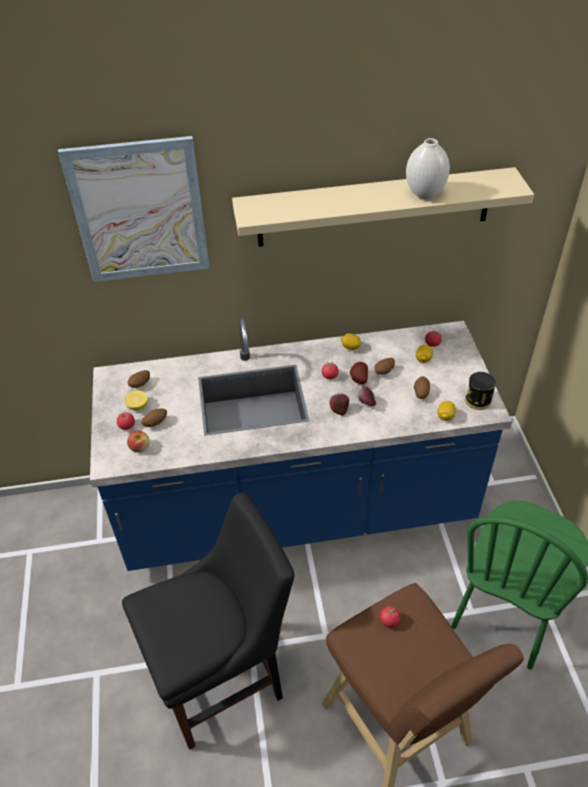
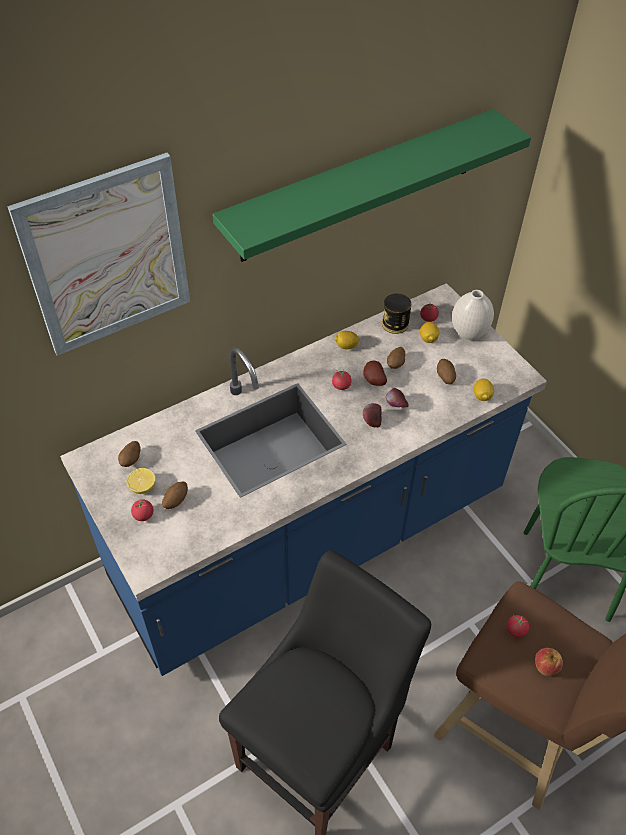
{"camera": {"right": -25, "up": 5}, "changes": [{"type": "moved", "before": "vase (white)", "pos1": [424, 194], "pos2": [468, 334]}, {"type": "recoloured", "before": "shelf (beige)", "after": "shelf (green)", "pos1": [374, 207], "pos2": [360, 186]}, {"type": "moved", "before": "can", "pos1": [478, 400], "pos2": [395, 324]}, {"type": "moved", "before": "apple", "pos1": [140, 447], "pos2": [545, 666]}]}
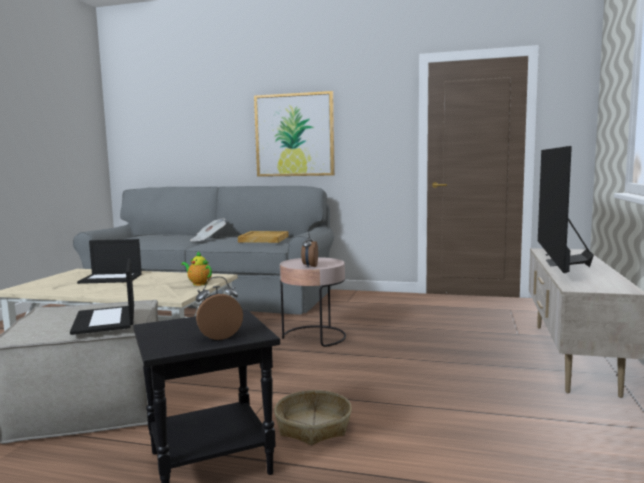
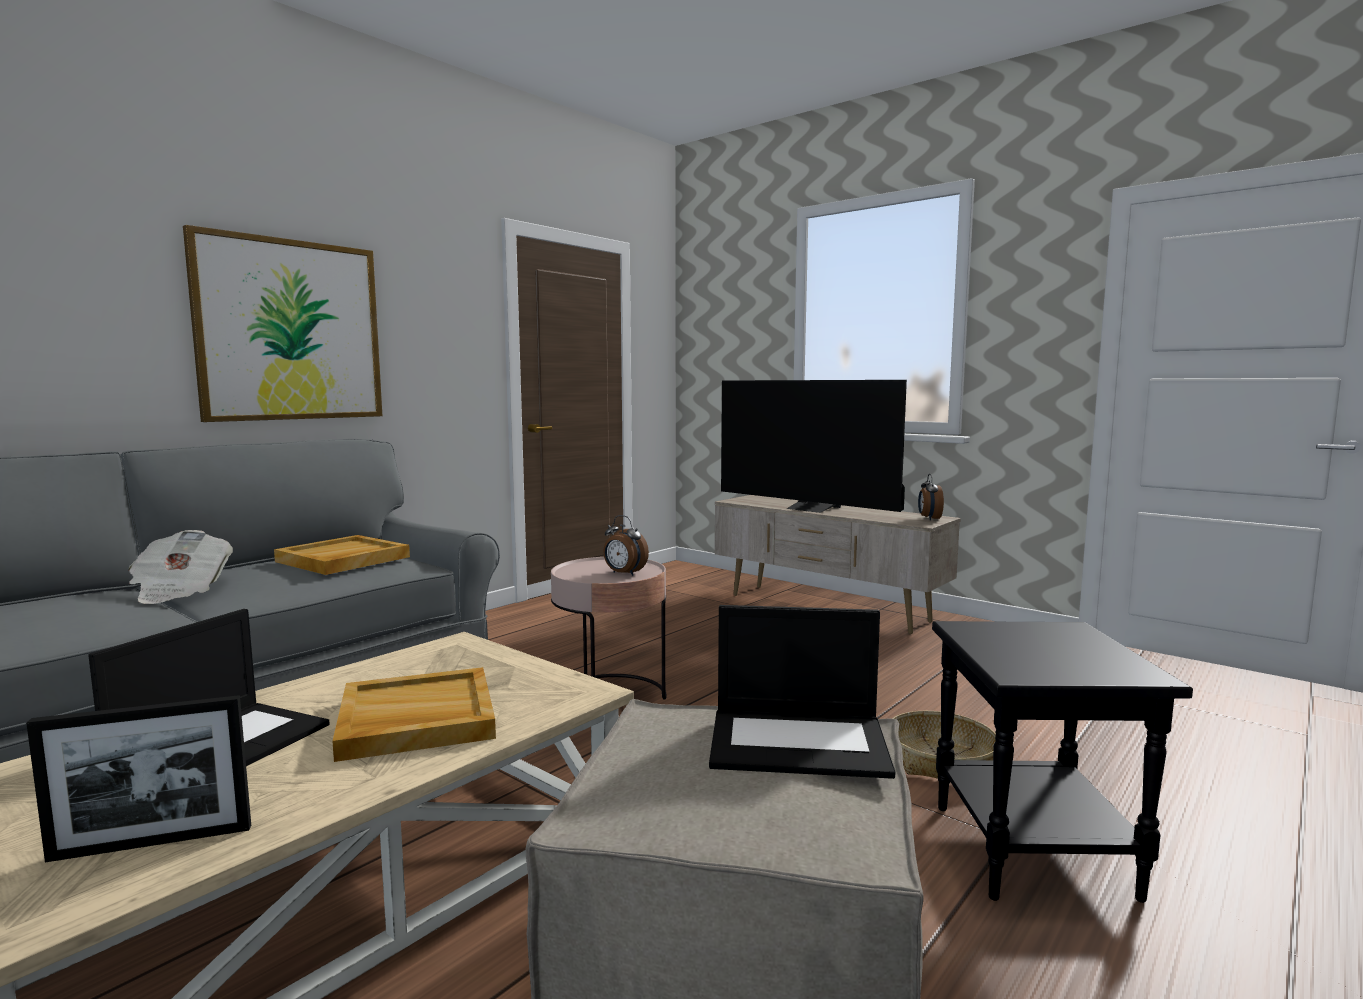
{"camera": {"right": -65, "up": 0}, "changes": [{"type": "removed", "before": "teapot", "pos1": [198, 283]}, {"type": "moved", "before": "alarm clock", "pos1": [219, 336], "pos2": [929, 518]}, {"type": "added", "after": "tray (beige)", "pos2": [415, 719]}, {"type": "added", "after": "picture frame", "pos2": [152, 843]}]}
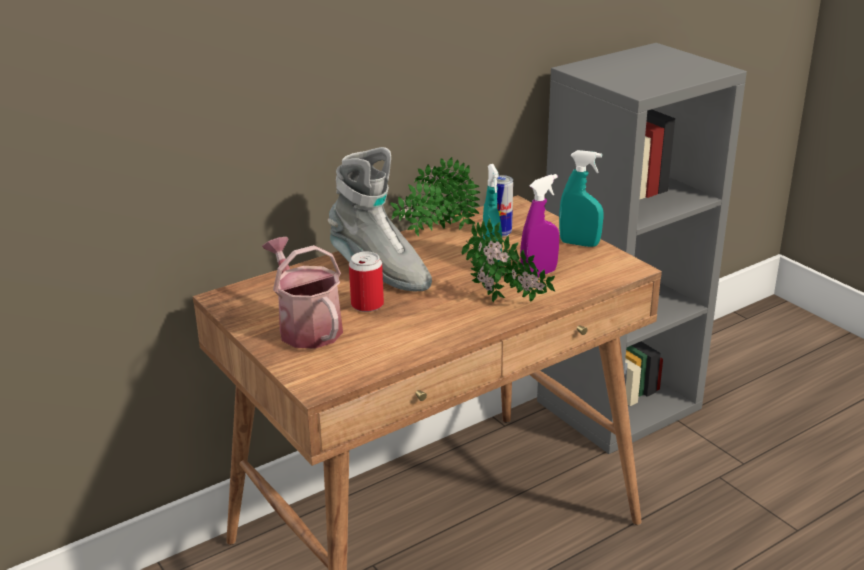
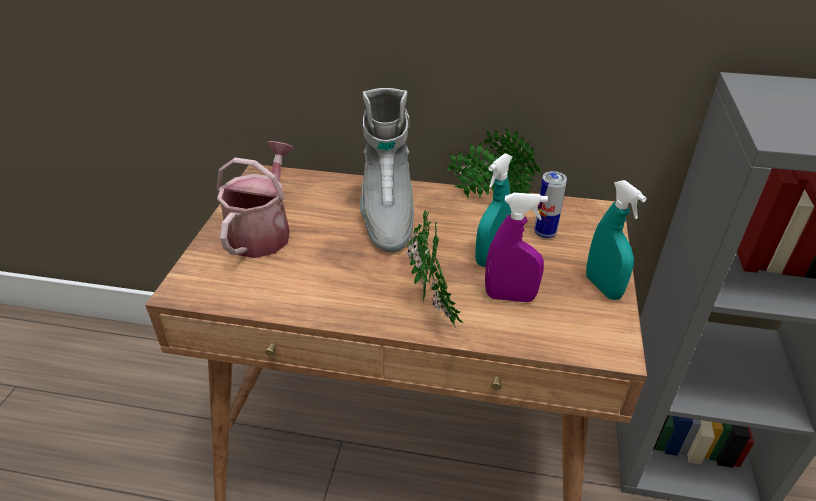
{"camera": {"right": 45, "up": 10}, "changes": [{"type": "removed", "before": "can", "pos1": [367, 305]}]}
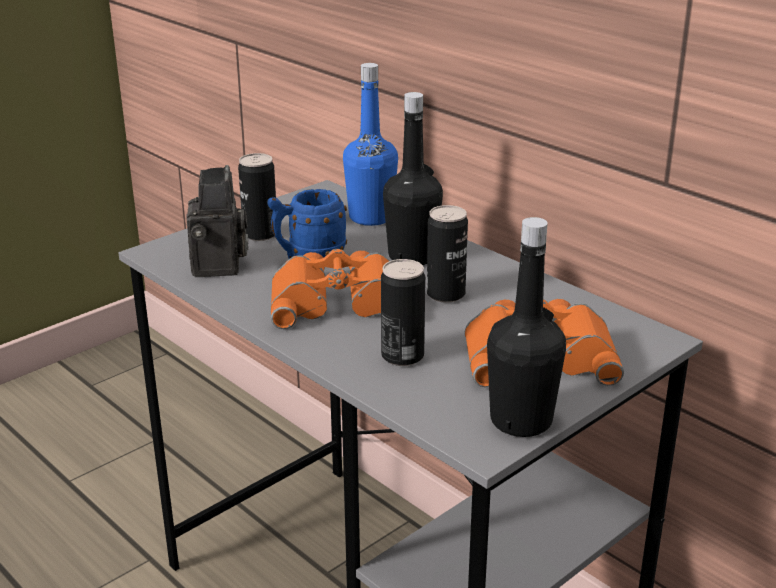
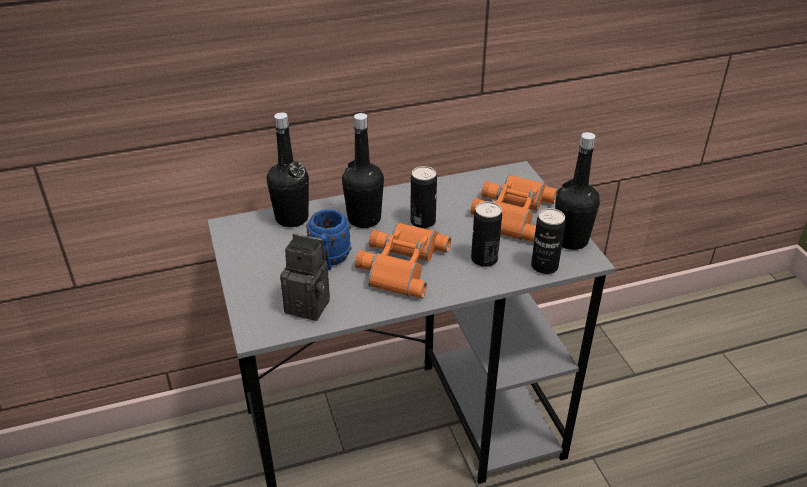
{"camera": {"right": -65, "up": 10}, "changes": [{"type": "recoloured", "before": "bottle (blue)", "after": "bottle (black)", "pos1": [371, 217], "pos2": [292, 218]}, {"type": "moved", "before": "can", "pos1": [260, 234], "pos2": [544, 266]}]}
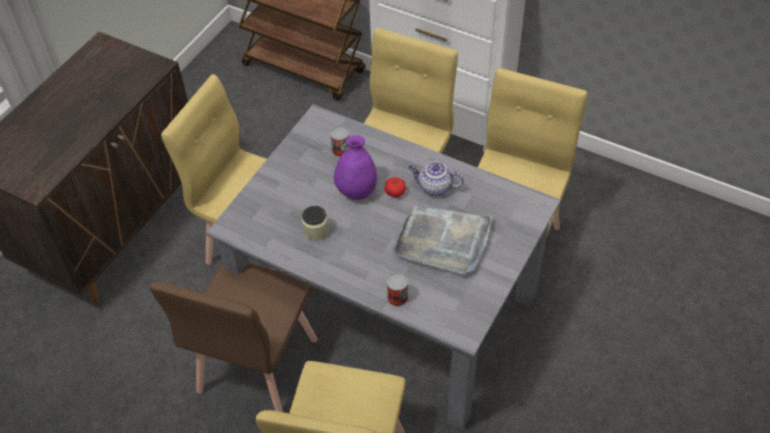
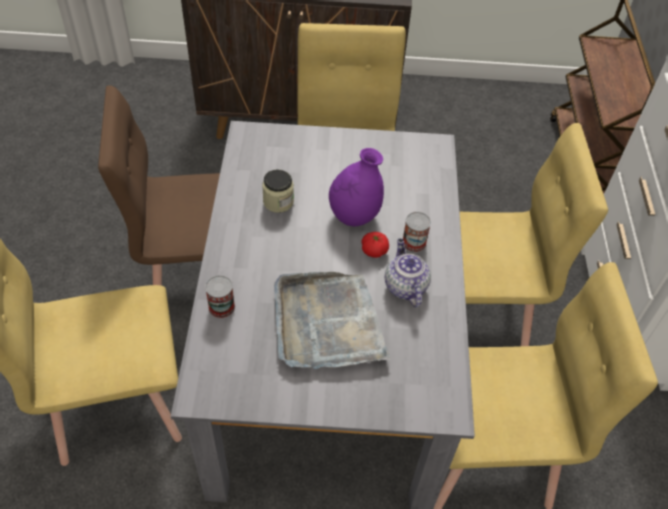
{"camera": {"right": 60, "up": 0}, "changes": [{"type": "moved", "before": "can", "pos1": [341, 150], "pos2": [414, 243]}]}
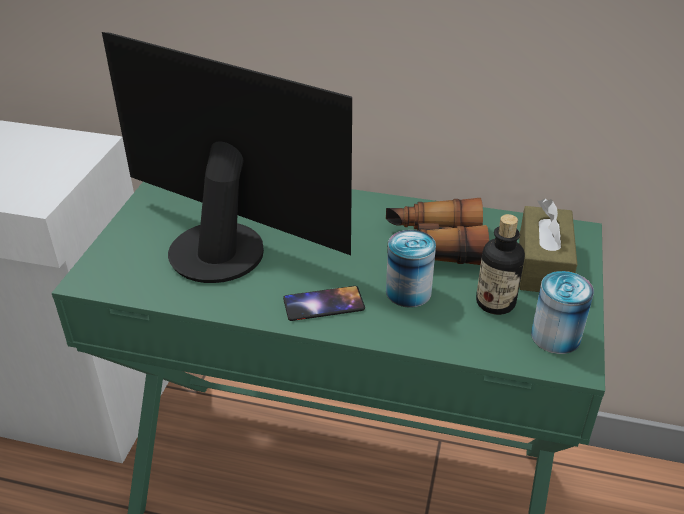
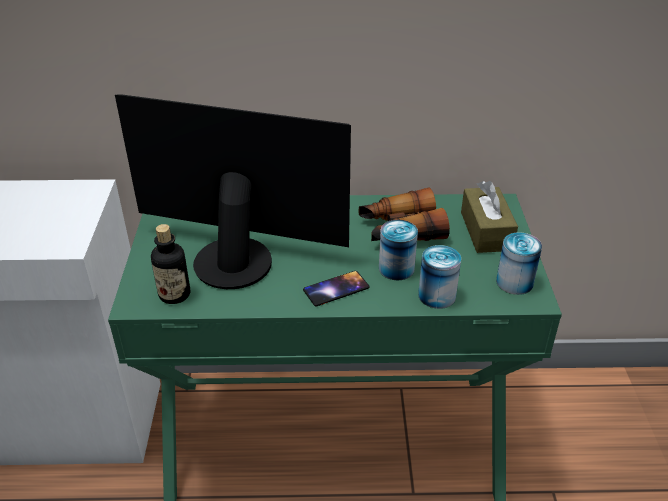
{"camera": {"right": -15, "up": 0}, "changes": [{"type": "moved", "before": "bottle", "pos1": [495, 303], "pos2": [174, 294]}, {"type": "added", "after": "can", "pos2": [437, 295]}]}
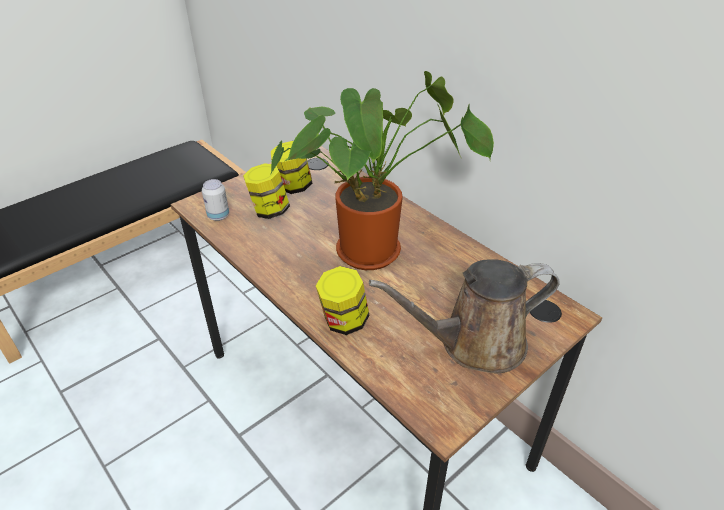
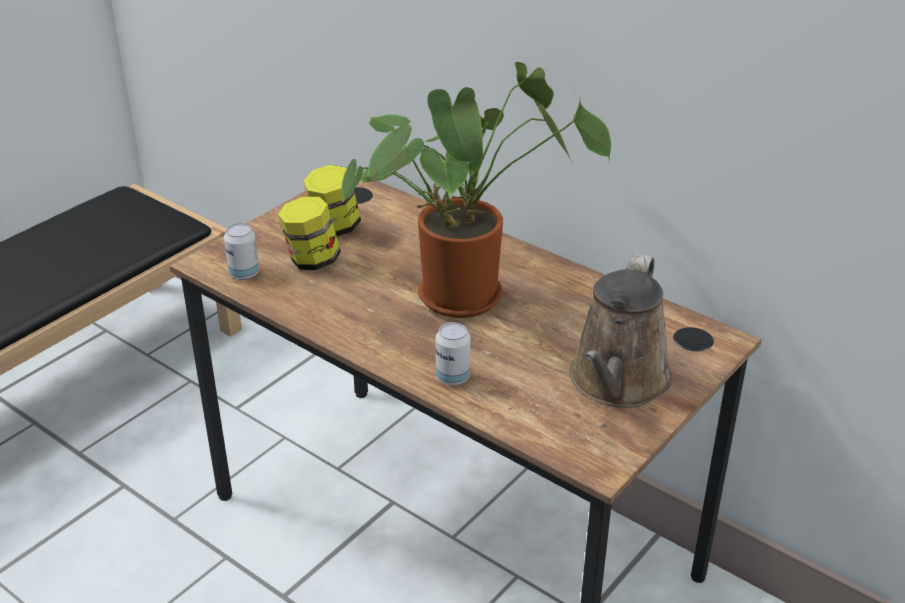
{"camera": {"right": -10, "up": -5}, "changes": [{"type": "turned", "before": "watering can (brown)", "pos1": [474, 343], "pos2": [617, 382], "turn": -45}, {"type": "replaced", "before": "jar", "after": "can", "pos1": [343, 321], "pos2": [453, 378]}]}
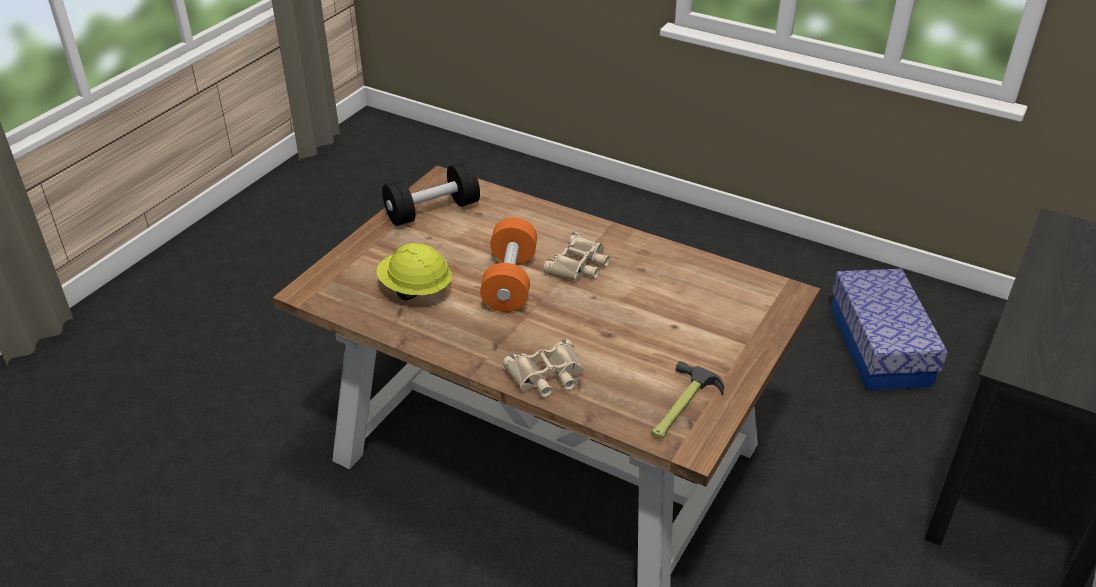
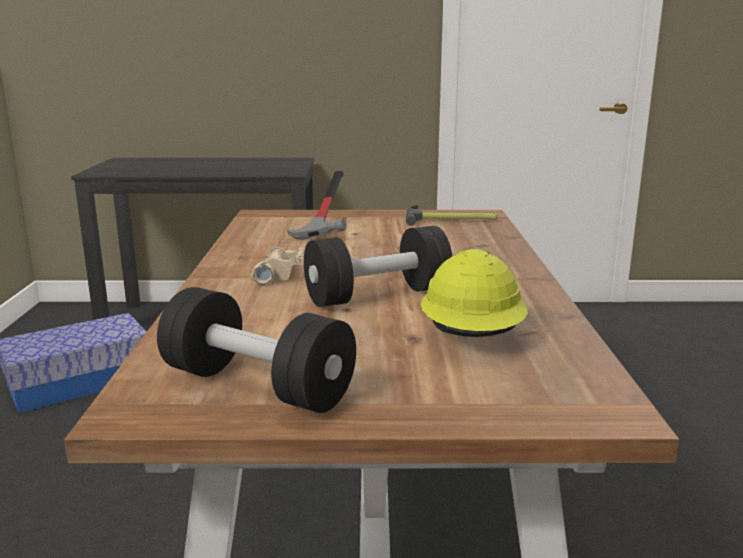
{"camera": {"right": -120, "up": -20}, "changes": [{"type": "recoloured", "before": "dumbbell (orange)", "after": "dumbbell (black)", "pos1": [510, 282], "pos2": [378, 295]}, {"type": "removed", "before": "binoculars (beige)", "pos1": [547, 375]}, {"type": "added", "after": "hammer", "pos2": [329, 229]}]}
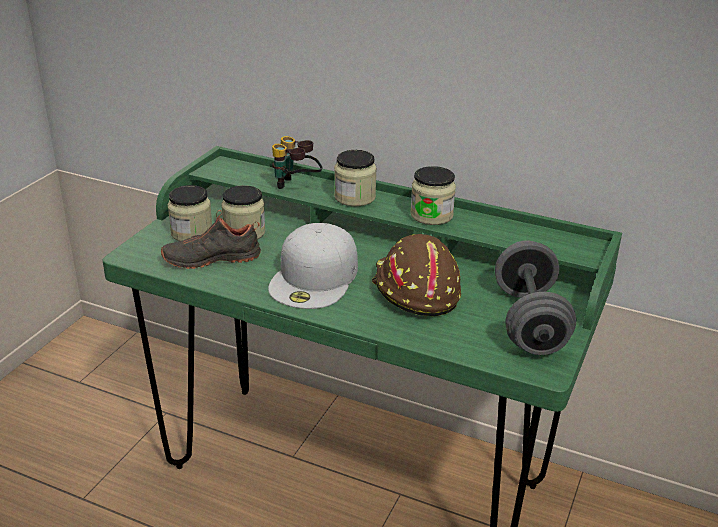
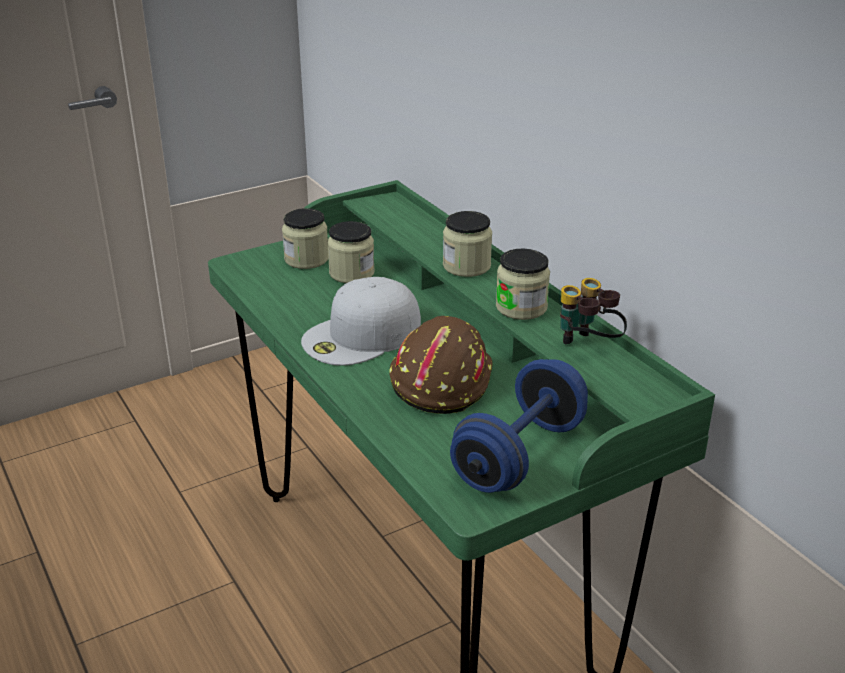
{"camera": {"right": 35, "up": 0}, "changes": [{"type": "moved", "before": "binoculars", "pos1": [296, 186], "pos2": [587, 347]}, {"type": "removed", "before": "shoe (black)", "pos1": [211, 258]}, {"type": "recoloured", "before": "dumbbell (grey)", "after": "dumbbell (blue)", "pos1": [529, 322], "pos2": [519, 455]}]}
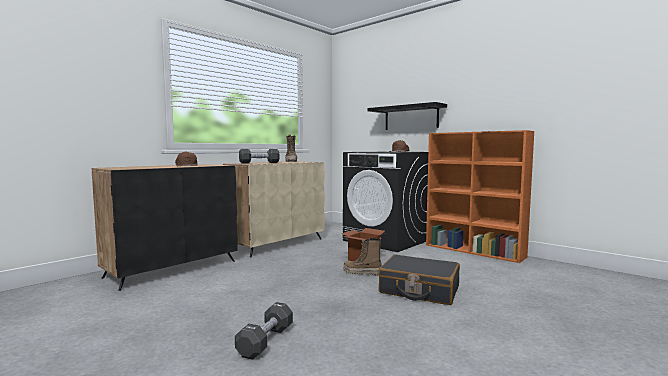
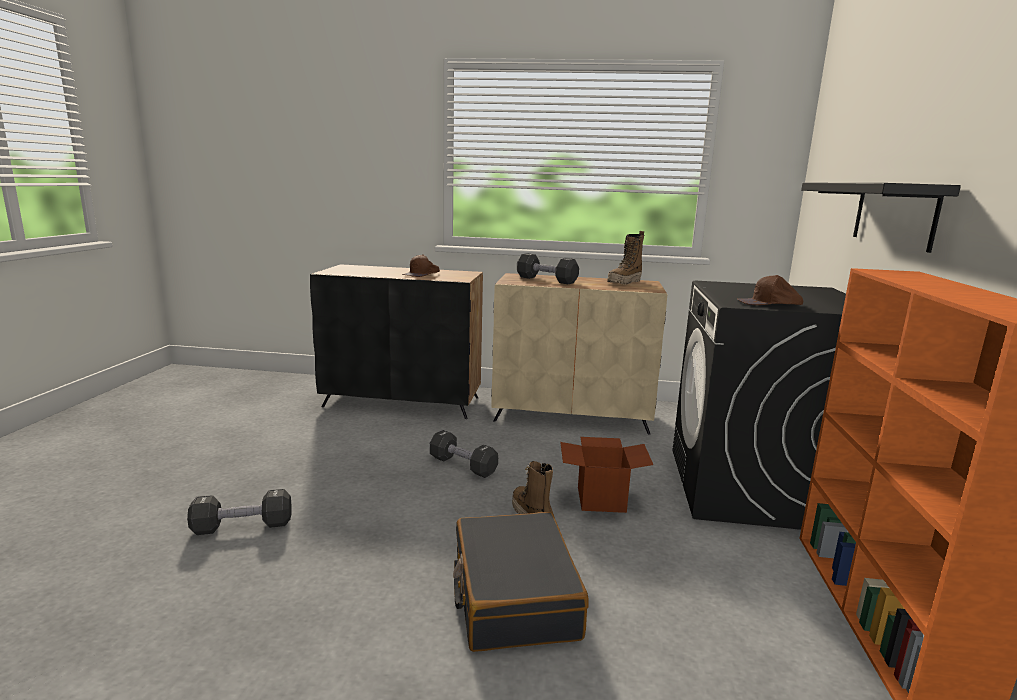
{"camera": {"right": 55, "up": 10}, "changes": [{"type": "added", "after": "dumbbell (black)", "pos2": [463, 465]}]}
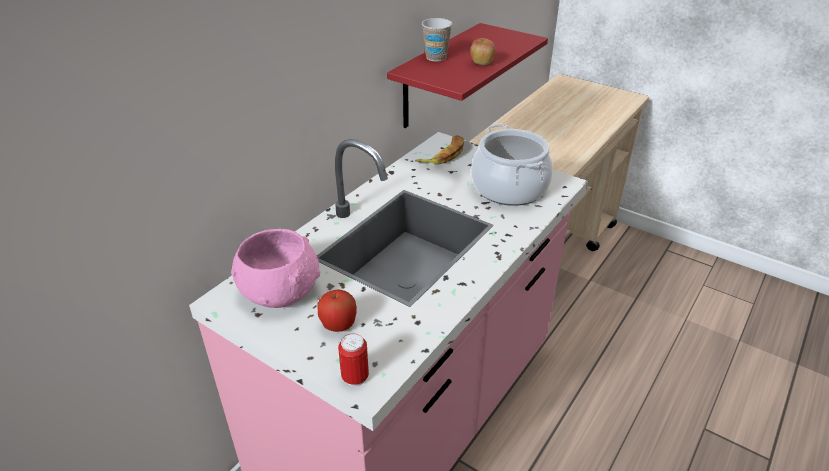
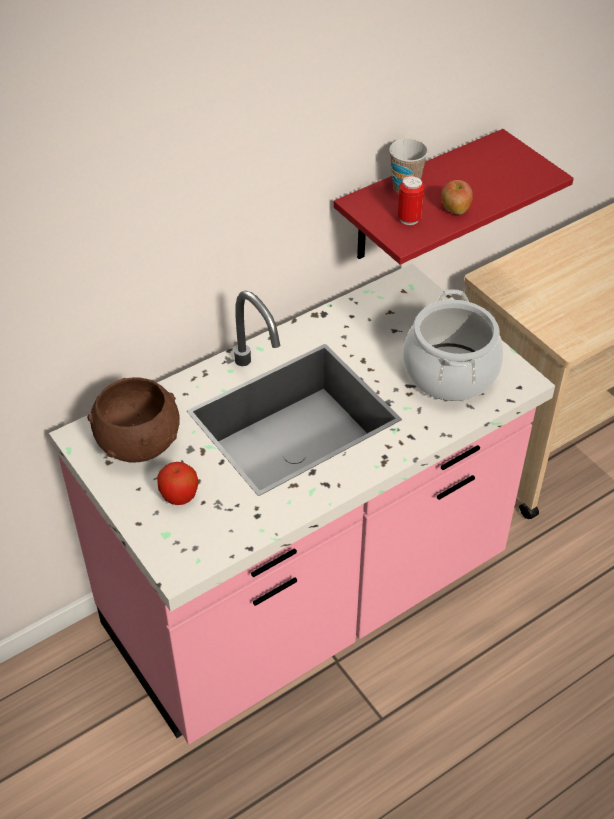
{"camera": {"right": 20, "up": 10}, "changes": [{"type": "removed", "before": "banana", "pos1": [443, 155]}, {"type": "recoloured", "before": "bowl (pink)", "after": "bowl (brown)", "pos1": [280, 290], "pos2": [139, 441]}, {"type": "moved", "before": "can", "pos1": [355, 377], "pos2": [409, 219]}]}
